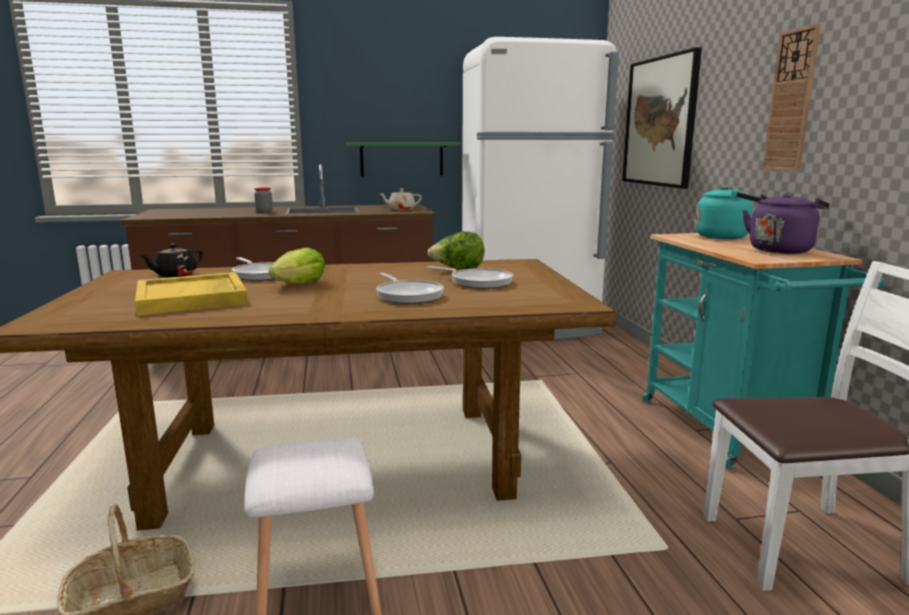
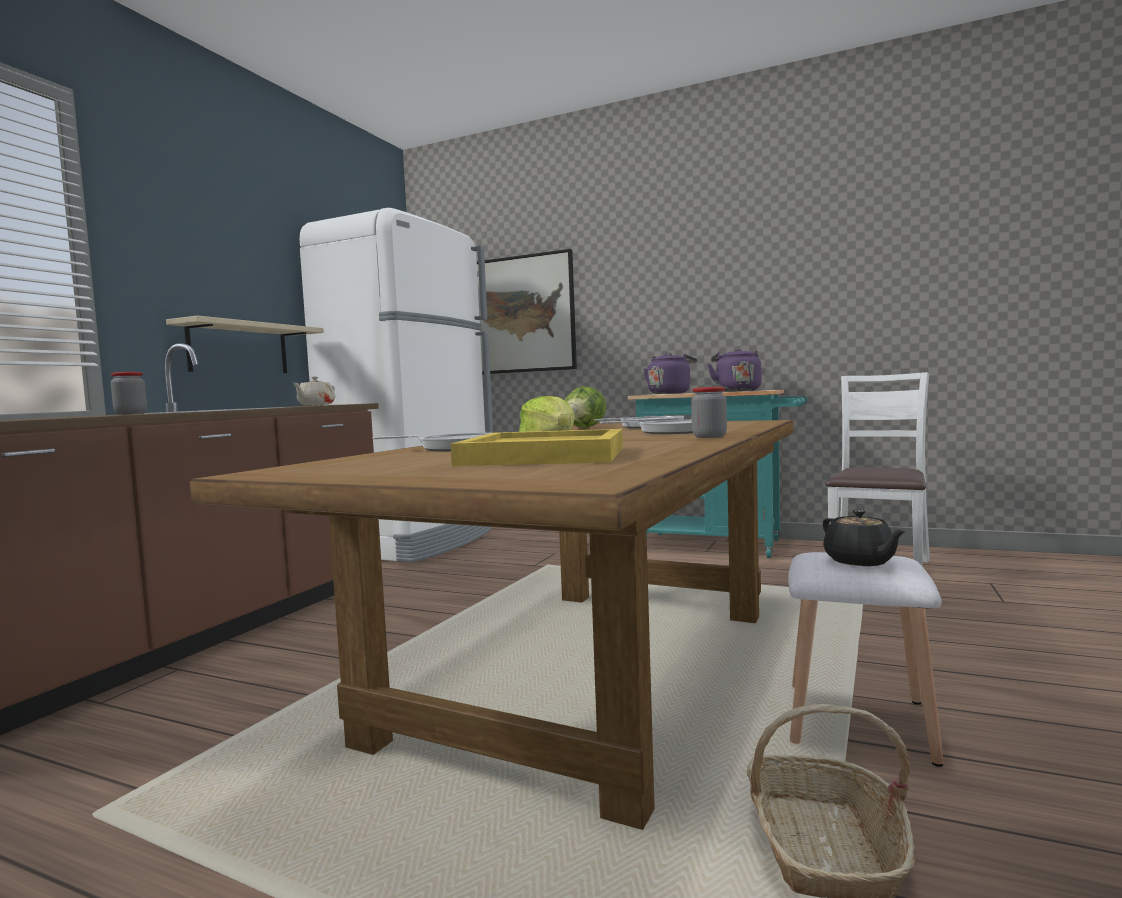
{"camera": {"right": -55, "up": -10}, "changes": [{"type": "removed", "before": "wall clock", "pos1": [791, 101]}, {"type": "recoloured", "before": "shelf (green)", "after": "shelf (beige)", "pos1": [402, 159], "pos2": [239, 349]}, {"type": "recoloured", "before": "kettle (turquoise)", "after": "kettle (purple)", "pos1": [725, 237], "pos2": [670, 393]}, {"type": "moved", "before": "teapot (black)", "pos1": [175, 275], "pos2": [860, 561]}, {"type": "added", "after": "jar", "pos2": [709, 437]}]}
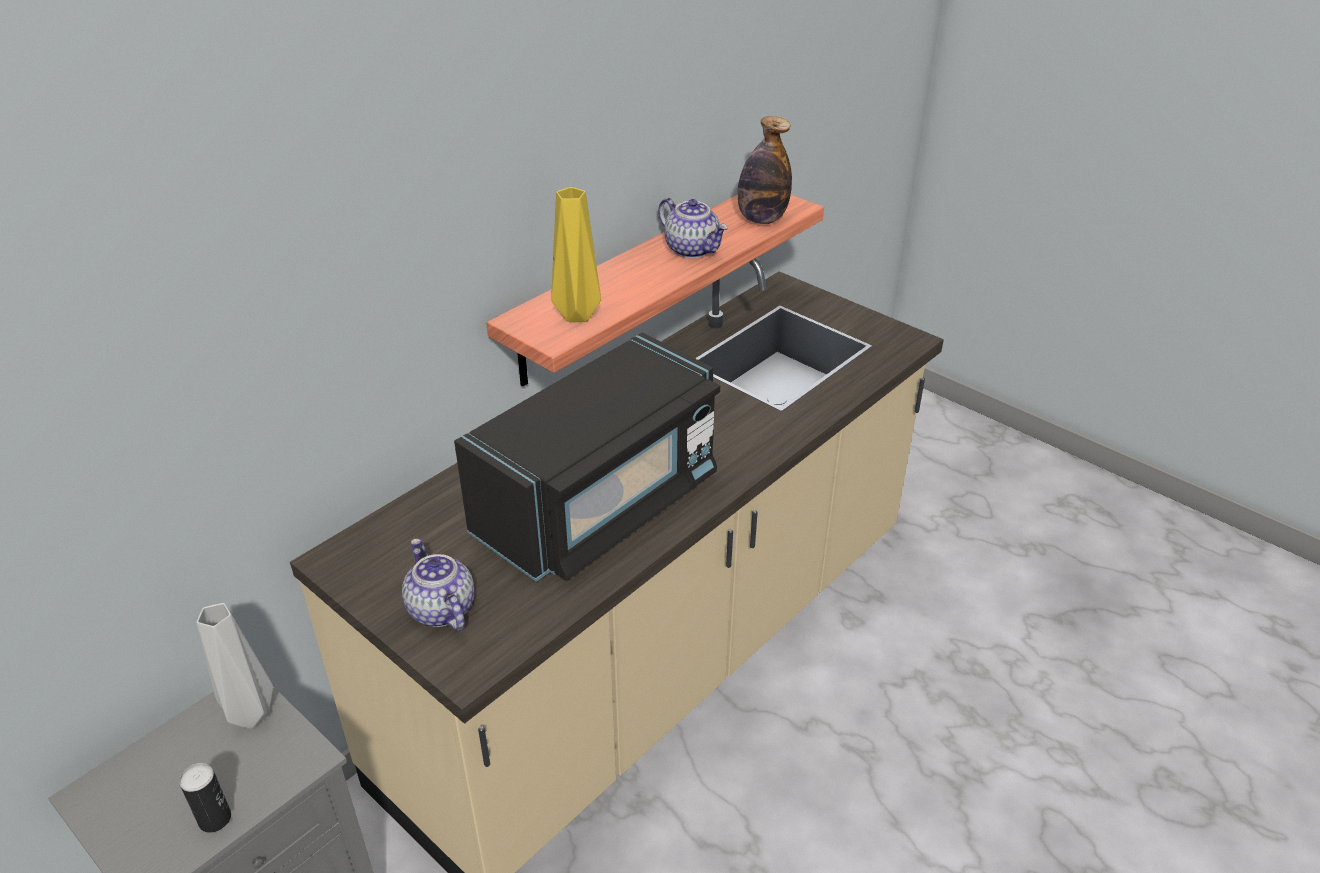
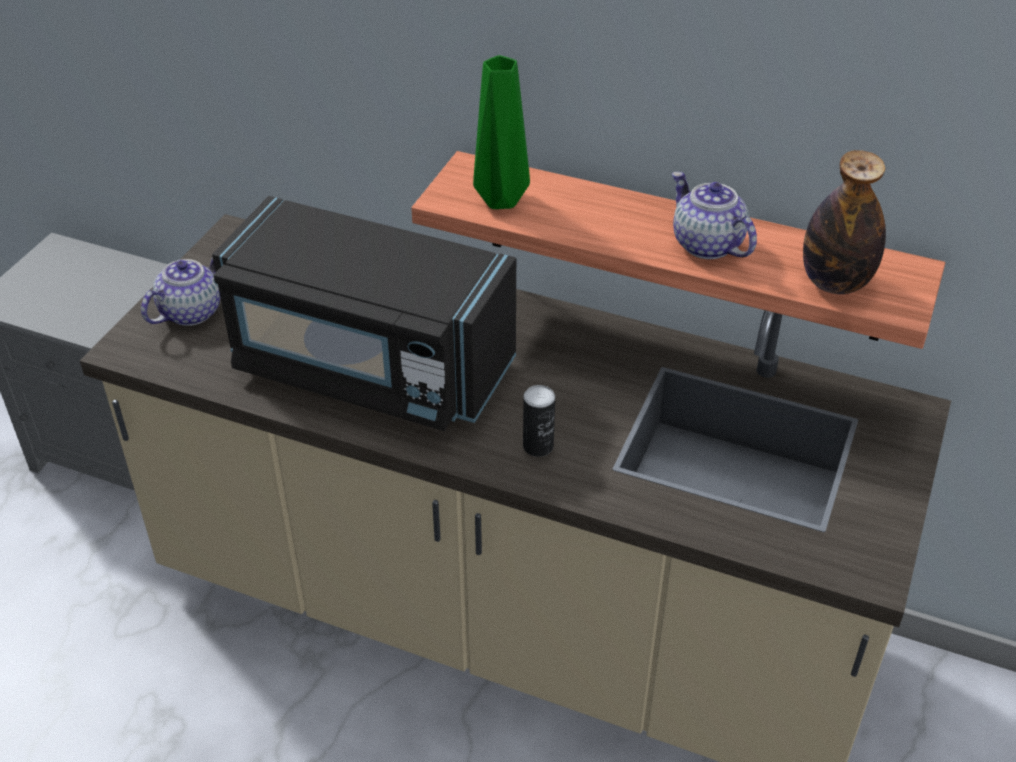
{"camera": {"right": 70, "up": 5}, "changes": [{"type": "recoloured", "before": "vase (yellow)", "after": "vase (green)", "pos1": [579, 315], "pos2": [501, 201]}, {"type": "turned", "before": "teapot", "pos1": [693, 249], "pos2": [706, 244], "turn": 120}, {"type": "removed", "before": "vase (grey)", "pos1": [250, 713]}, {"type": "moved", "before": "can", "pos1": [215, 819], "pos2": [538, 446]}]}
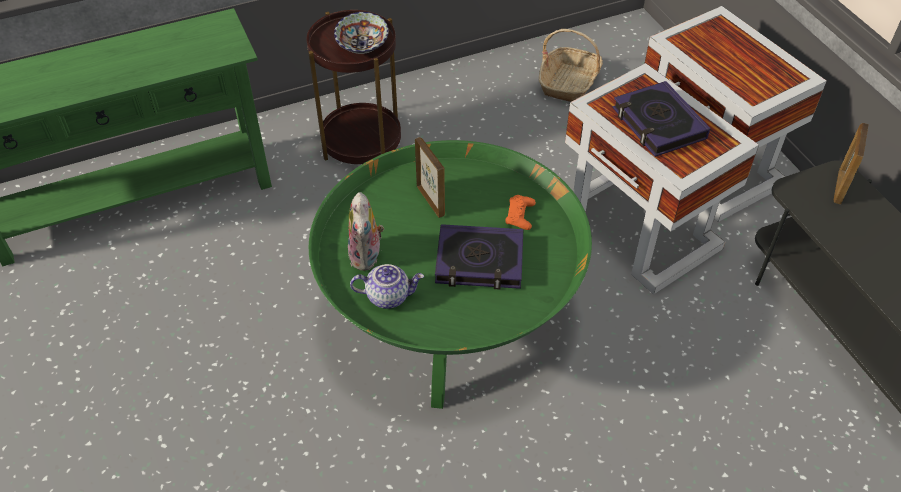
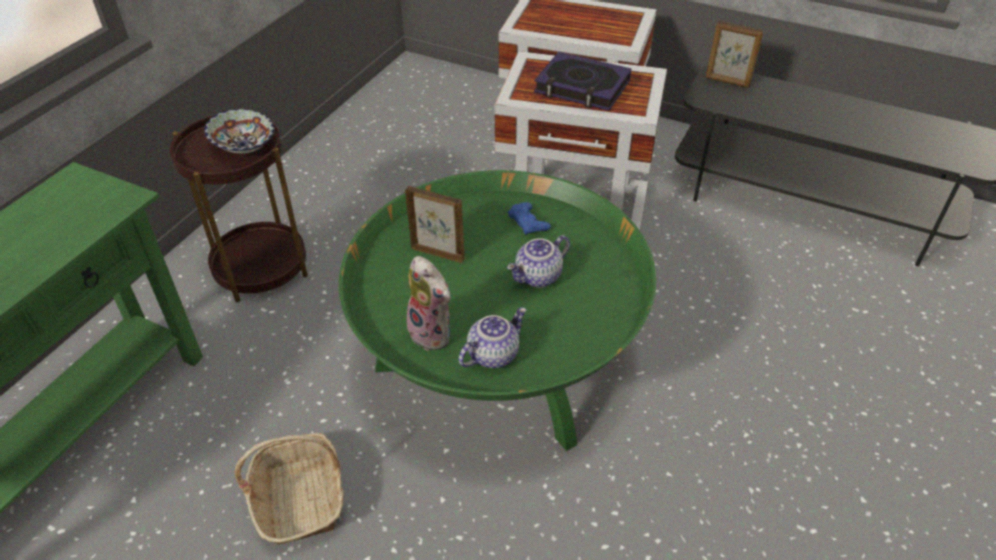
{"camera": {"right": -40, "up": -5}, "changes": [{"type": "moved", "before": "basket", "pos1": [569, 82], "pos2": [300, 498]}, {"type": "turned", "before": "picture frame", "pos1": [839, 187], "pos2": [727, 82], "turn": -45}, {"type": "recoloured", "before": "game controller (orange)", "after": "game controller (blue)", "pos1": [520, 215], "pos2": [528, 222]}, {"type": "replaced", "before": "book", "after": "teapot", "pos1": [479, 262], "pos2": [538, 277]}]}
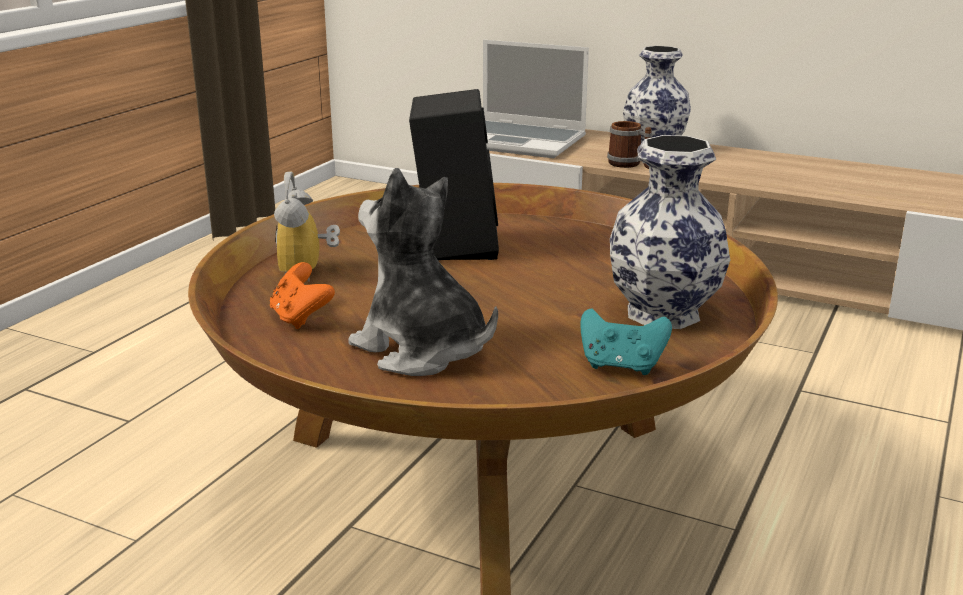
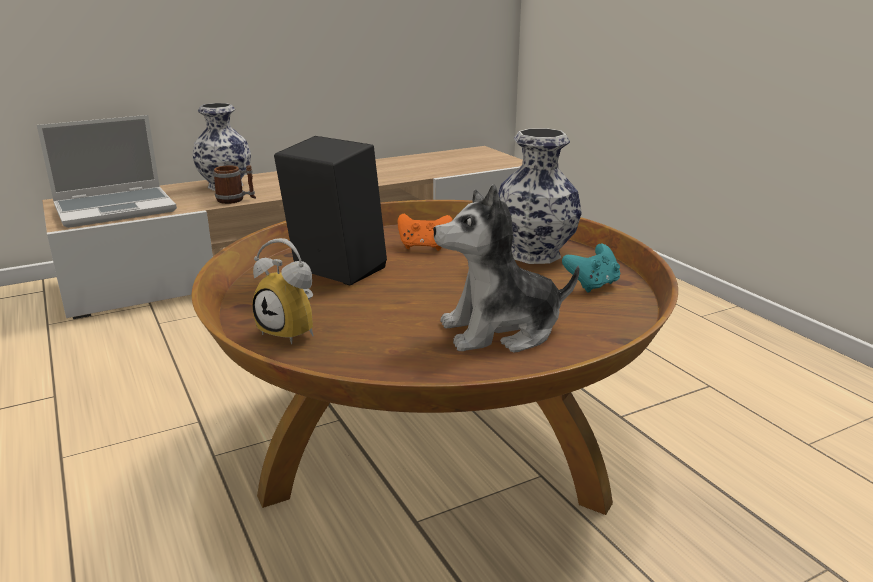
{"camera": {"right": -55, "up": 0}, "changes": [{"type": "moved", "before": "game controller (orange)", "pos1": [300, 318], "pos2": [424, 247]}]}
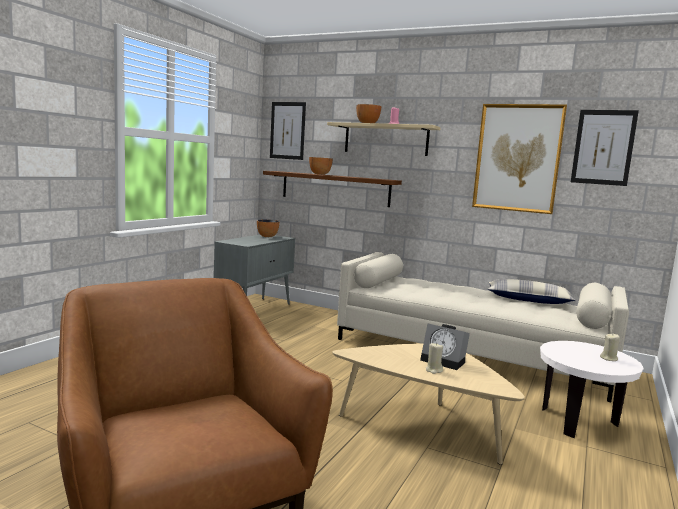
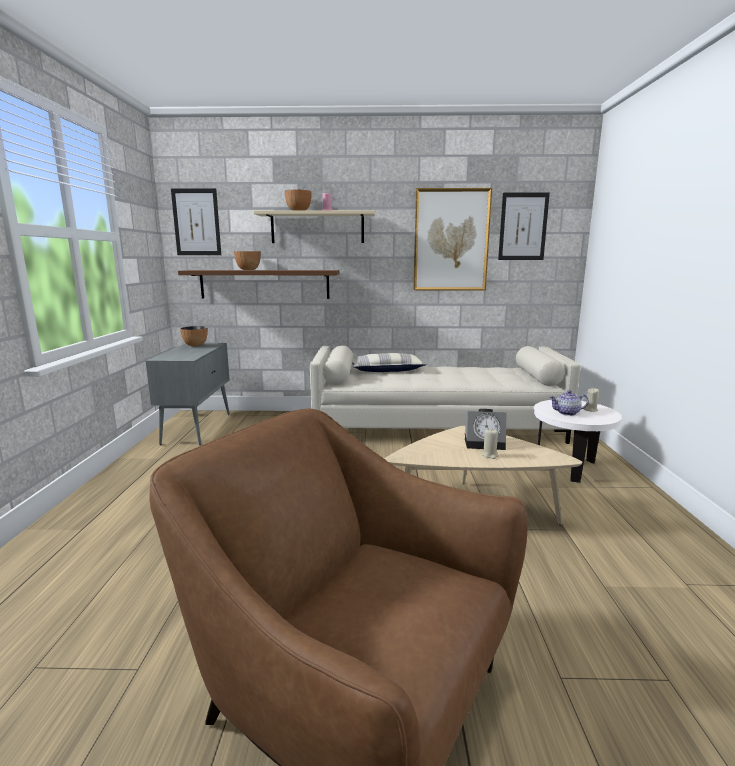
{"camera": {"right": -25, "up": 5}, "changes": [{"type": "moved", "before": "pillow", "pos1": [528, 300], "pos2": [387, 370]}, {"type": "added", "after": "teapot", "pos2": [567, 413]}]}
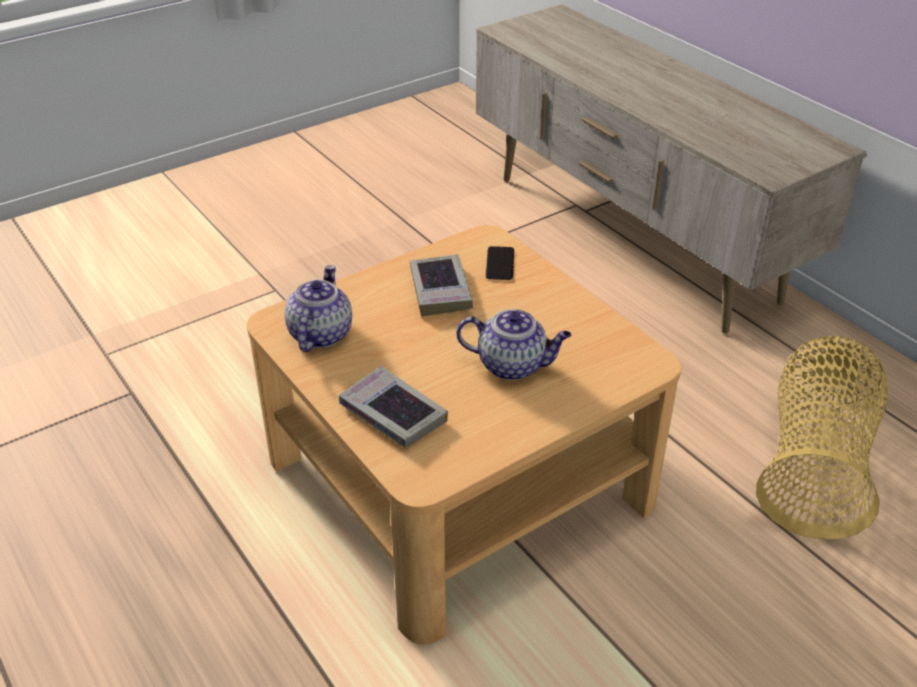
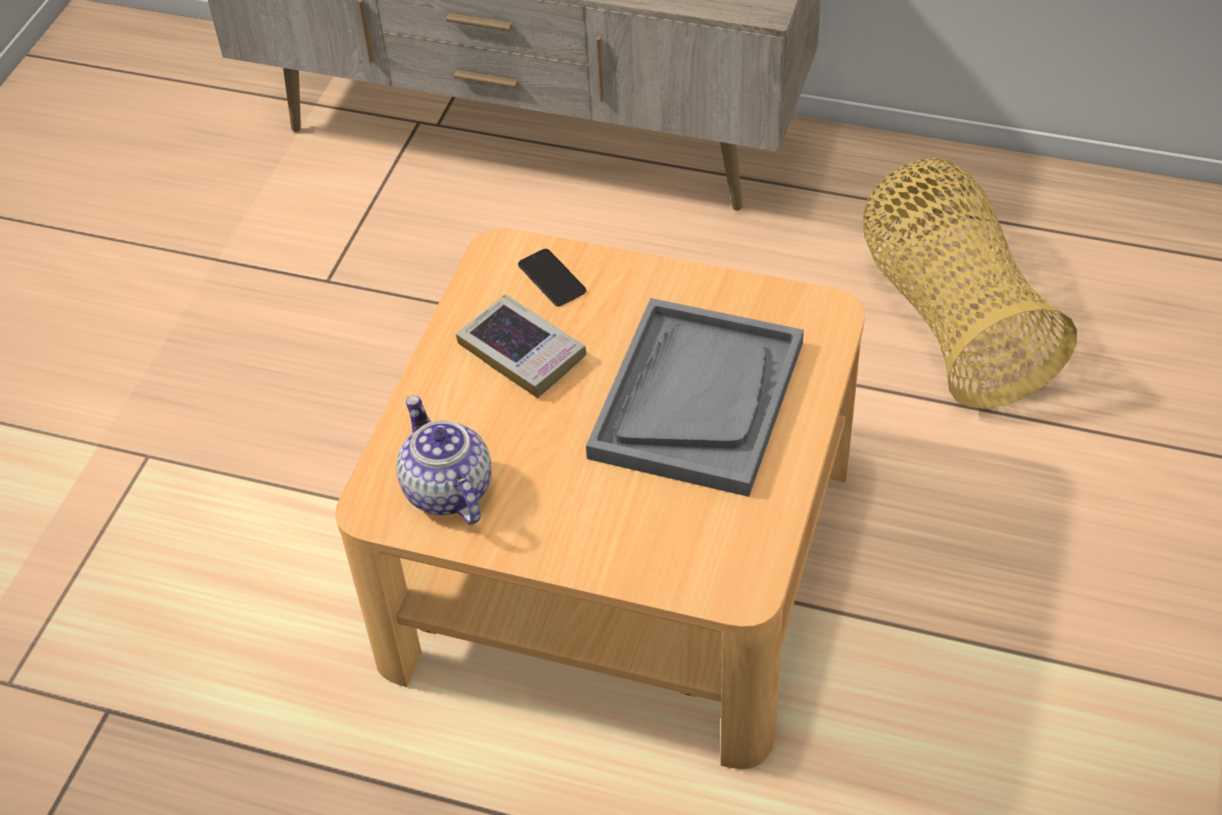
{"camera": {"right": -35, "up": 10}, "changes": [{"type": "replaced", "before": "teapot", "after": "tray (grey)", "pos1": [513, 365], "pos2": [697, 399]}, {"type": "removed", "before": "book", "pos1": [393, 414]}]}
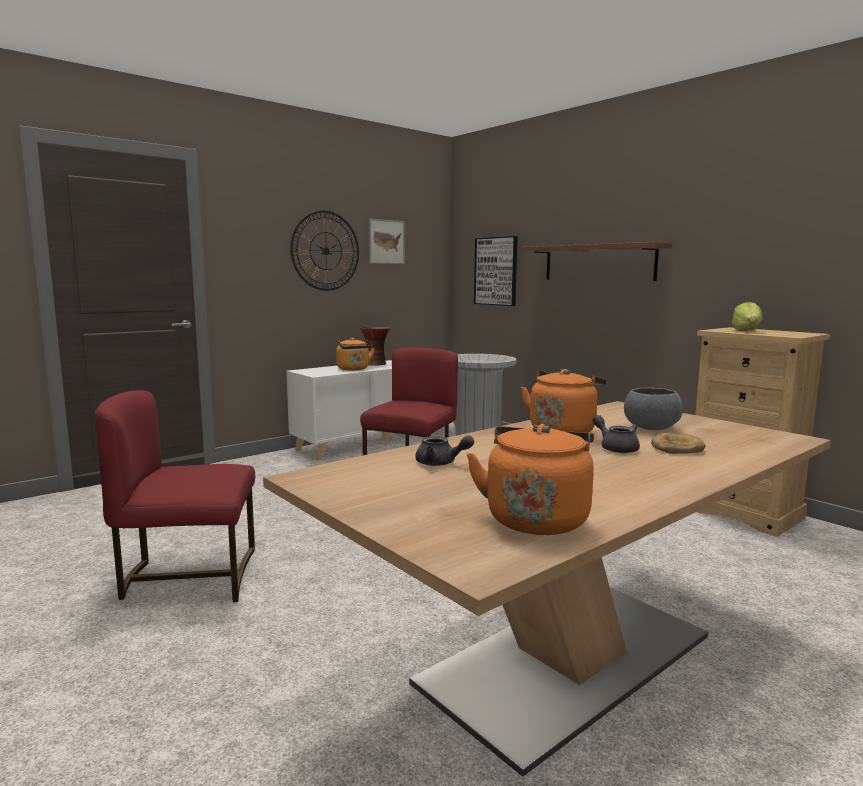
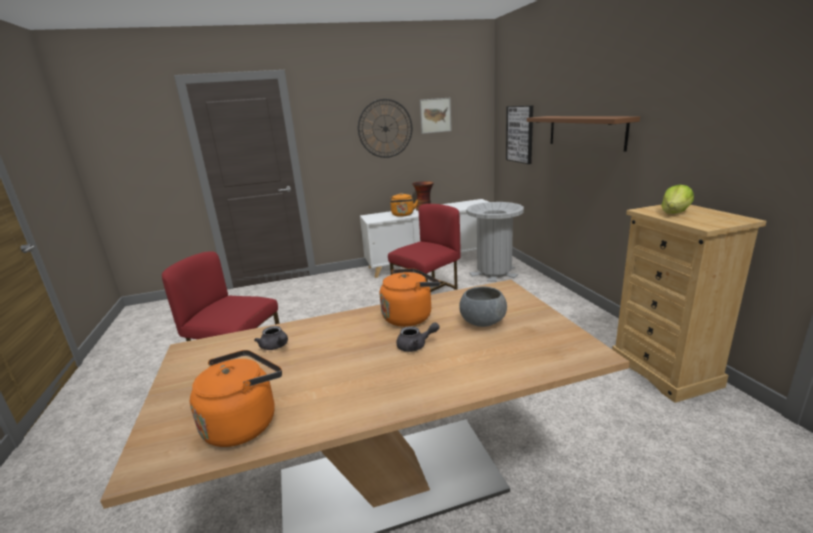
{"camera": {"right": 25, "up": 10}, "changes": [{"type": "turned", "before": "teapot (grey)", "pos1": [616, 448], "pos2": [416, 346], "turn": 90}, {"type": "removed", "before": "bread", "pos1": [677, 448]}]}
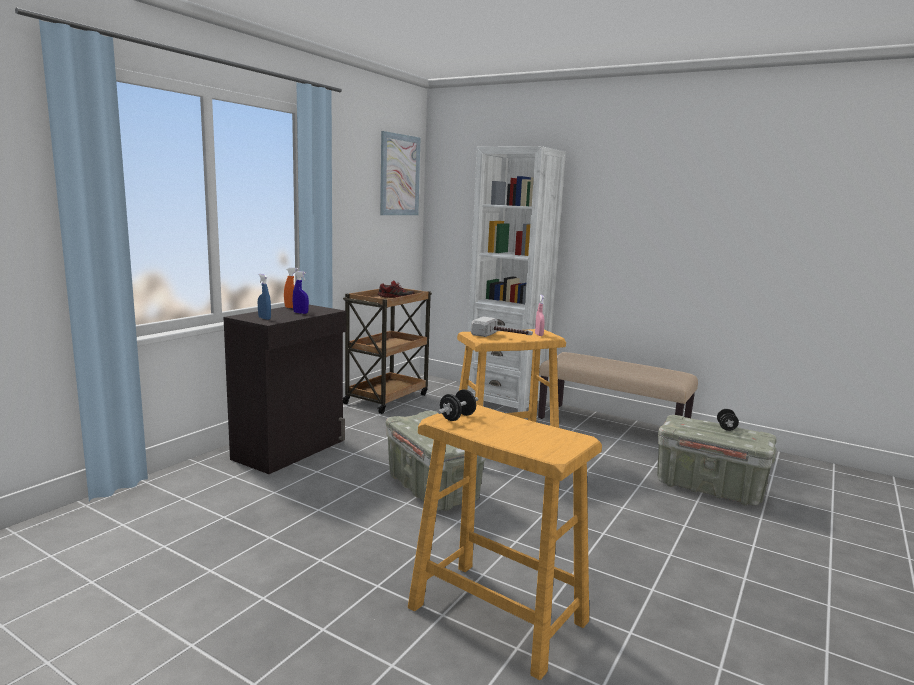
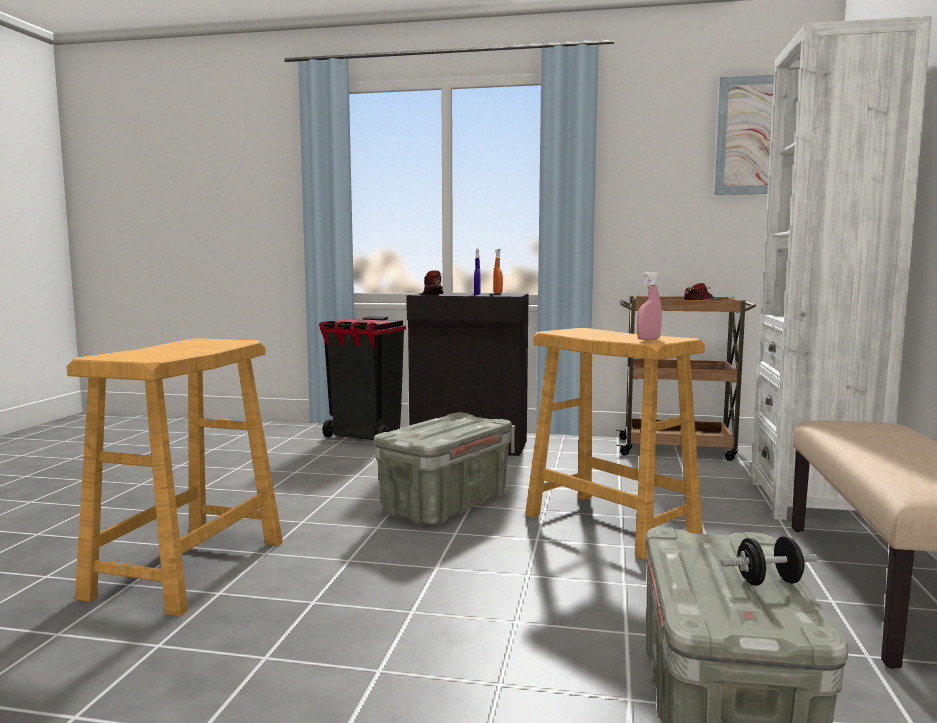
{"camera": {"right": 70, "up": -5}, "changes": [{"type": "replaced", "before": "spray bottle (blue)", "after": "shoe", "pos1": [264, 318], "pos2": [433, 293]}, {"type": "removed", "before": "hammer", "pos1": [503, 336]}, {"type": "removed", "before": "dumbbell (black)", "pos1": [457, 417]}, {"type": "added", "after": "trash can (black)", "pos2": [365, 436]}]}
